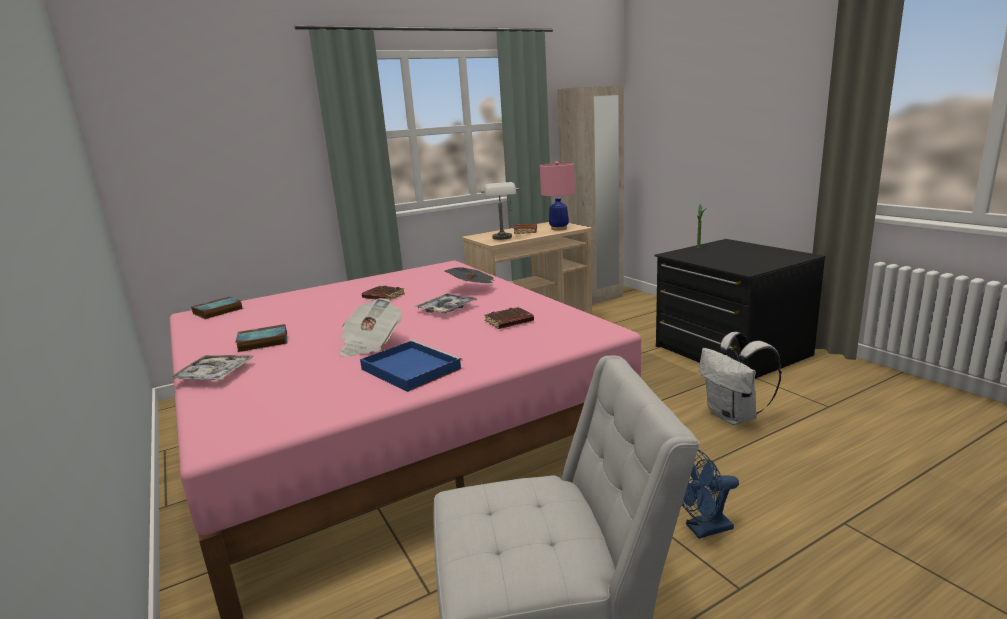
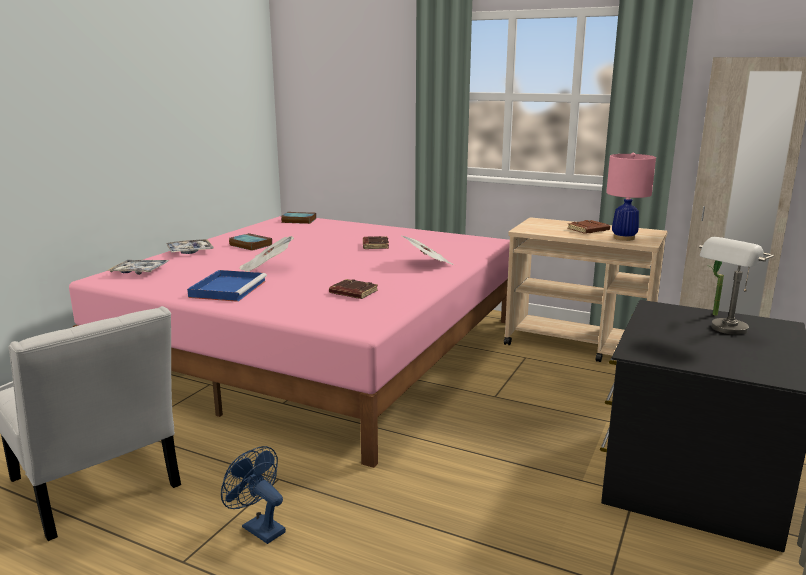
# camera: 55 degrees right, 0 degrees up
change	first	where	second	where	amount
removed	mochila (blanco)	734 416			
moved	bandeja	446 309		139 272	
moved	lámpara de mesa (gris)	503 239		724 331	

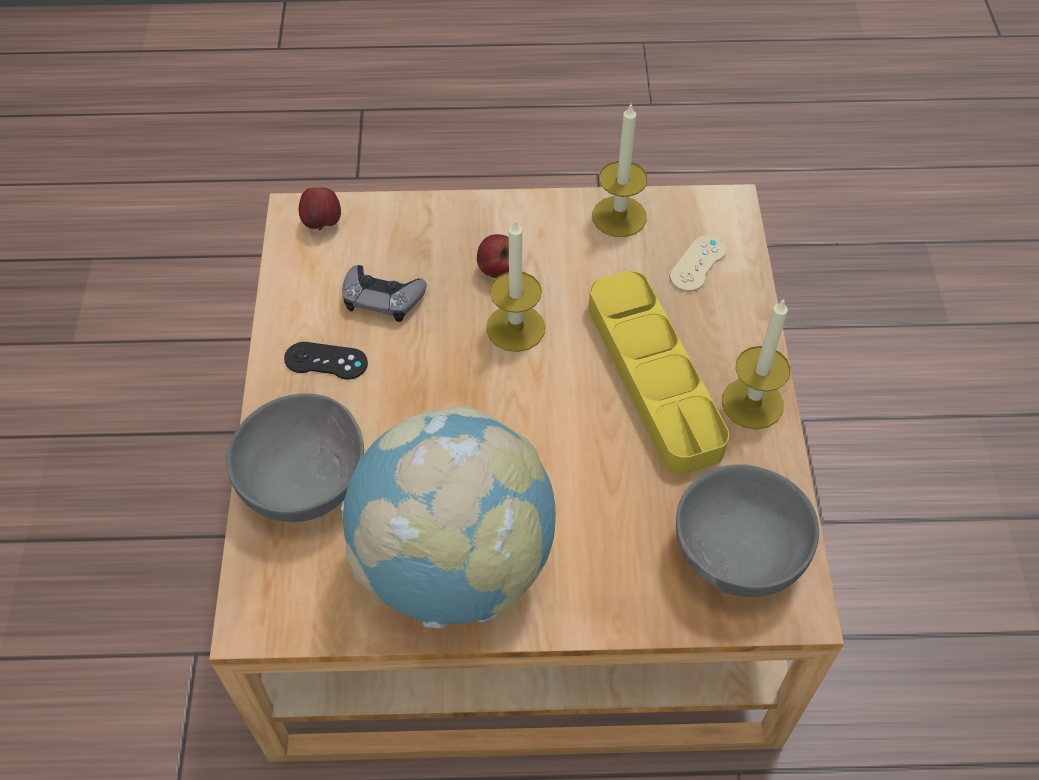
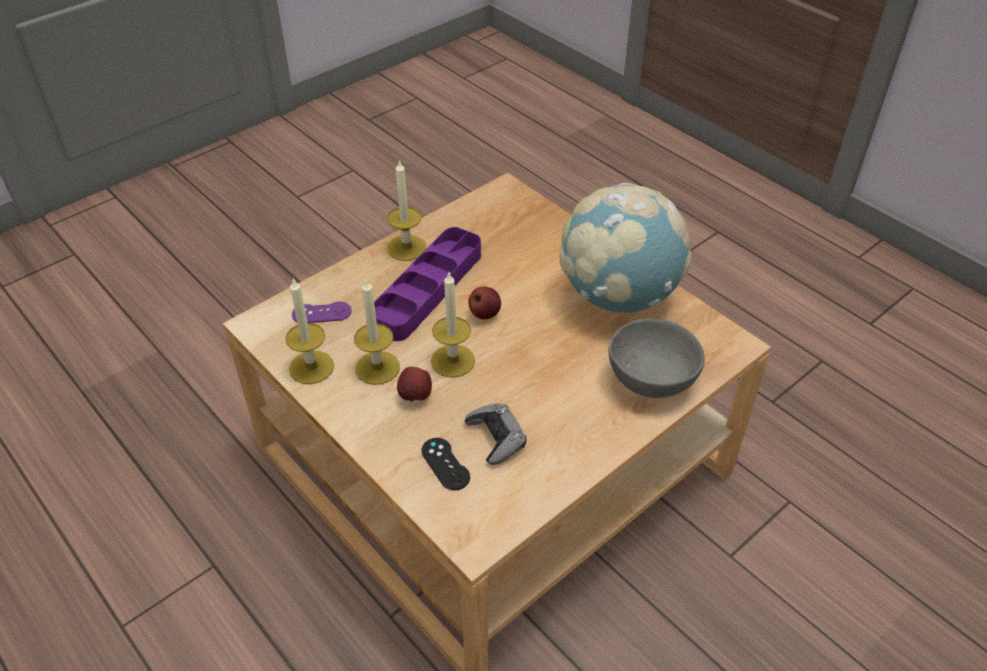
# camera: 130 degrees left, 10 degrees down
change	first	where	second	where	amount
removed	cuenco (gris)	733 554			
added			vela	377 368	
moved	mando de consola (negro)	326 361		445 464	
moved	manzana	322 223		484 314	
recoloured	bandeja (amarillo)	653 376	bandeja (morado)	427 289	
recoloured	mando de consola (beis)	698 263	mando de consola (morado)	321 313	

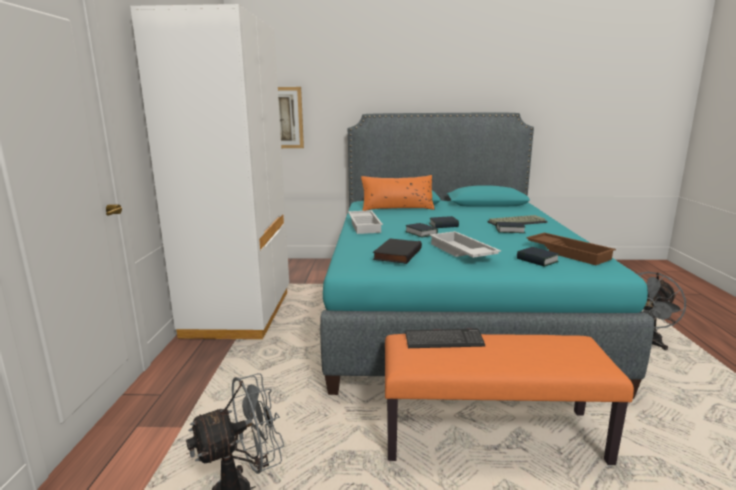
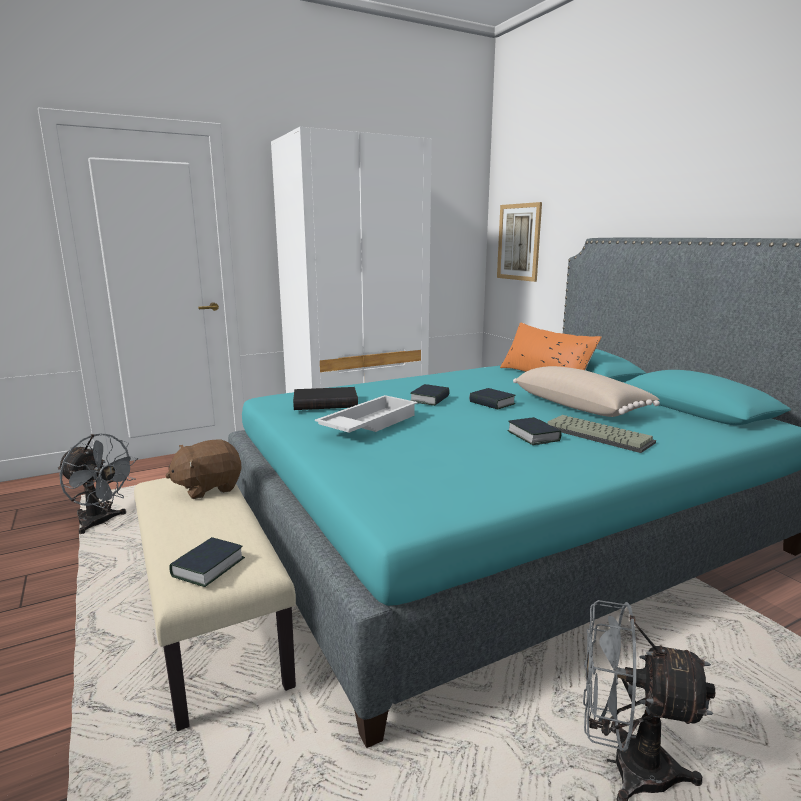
# camera: 60 degrees right, 0 degrees up
change	first	where	second	where	amount
removed	bandeja (blanco)	365 225			
removed	bandeja (marrón)	569 253			
added			cojín (beis)	580 407	
moved	libro	537 260		208 567	
replaced	teclado	444 340	peluche (marrón)	208 487	
recoloured	banco (naranja)	492 434	banco (beis)	213 620	

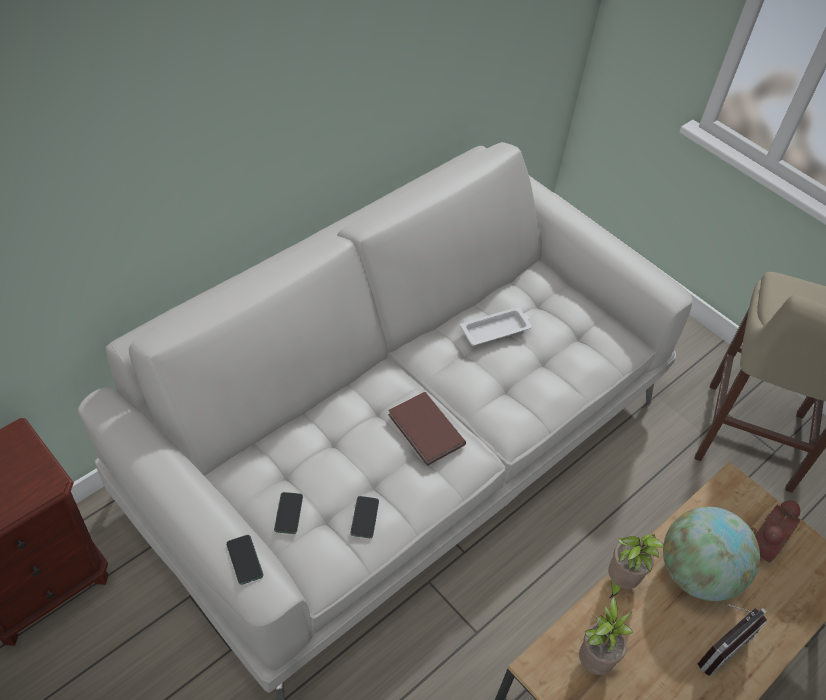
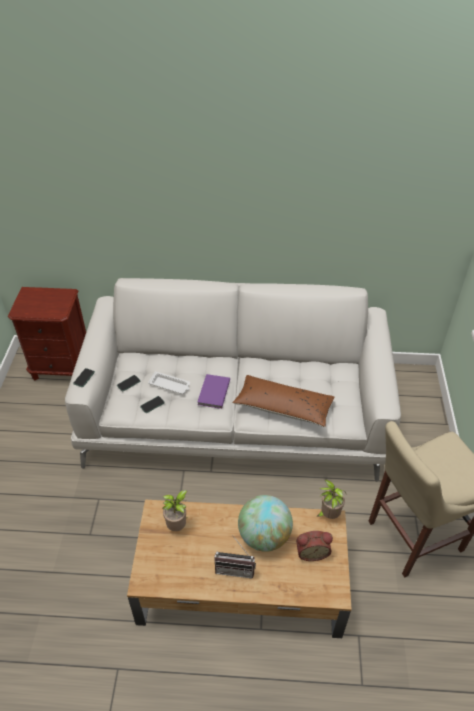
# camera: 50 degrees right, 5 degrees down
change	first	where	second	where	amount
added			cojín (marrón)	283 407	
moved	bandeja (blanco)	496 329		170 385	
moved	planta en maceta	619 581		328 514	
recoloured	libro (marrón)	425 431	libro (morado)	213 392	

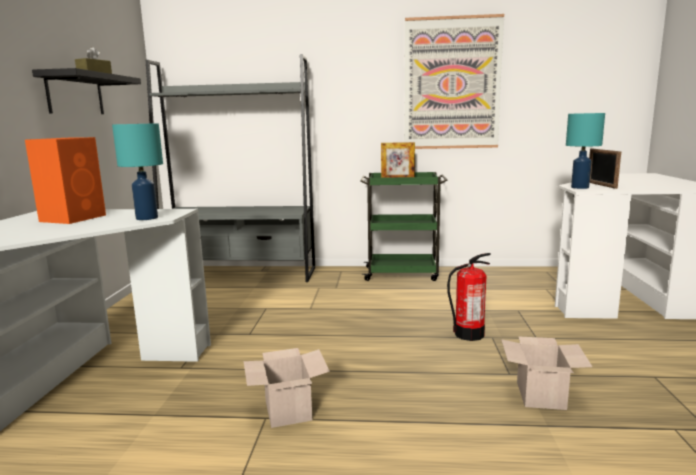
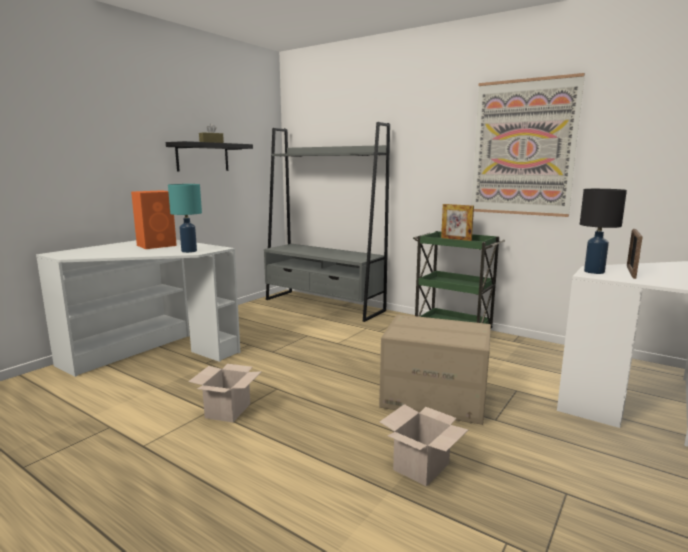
# camera: 30 degrees right, 0 degrees up
change	first	where	second	where	amount
replaced	extintor	468 334	caja de cartón	434 398	
recoloured	lámpara de mesa (turquesa)	580 187	lámpara de mesa (negro)	594 272	

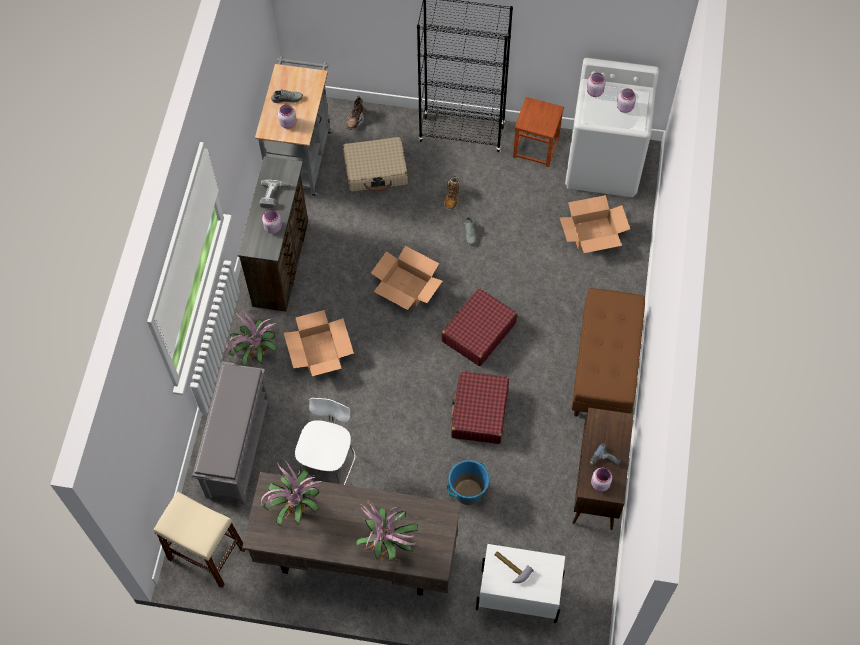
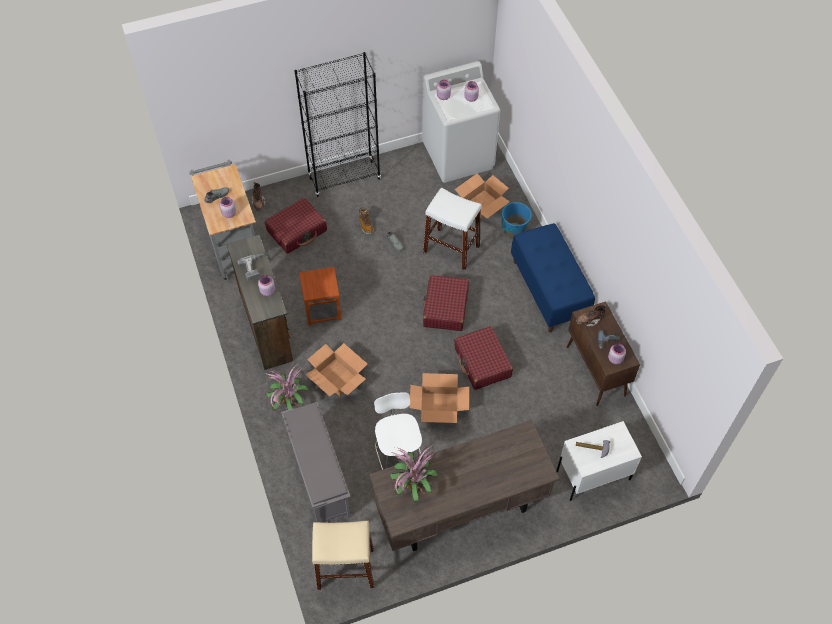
# camera: 30 degrees left, 5 degrees down
change	first	where	second	where	amount
removed	planta en maceta	388 544			
added			taburete (blanco)	451 249	
added			bota (marrón)	589 320	
moved	caja de cartón	407 286		439 405	
moved	cubo (azul)	467 492		514 230	
moved	taburete (marrón)	536 147		322 308	
recoloured	maleta (beis)	376 170	maleta (rojo)	297 231	
recoloured	banco (marrón)	605 368	banco (azul)	549 290	

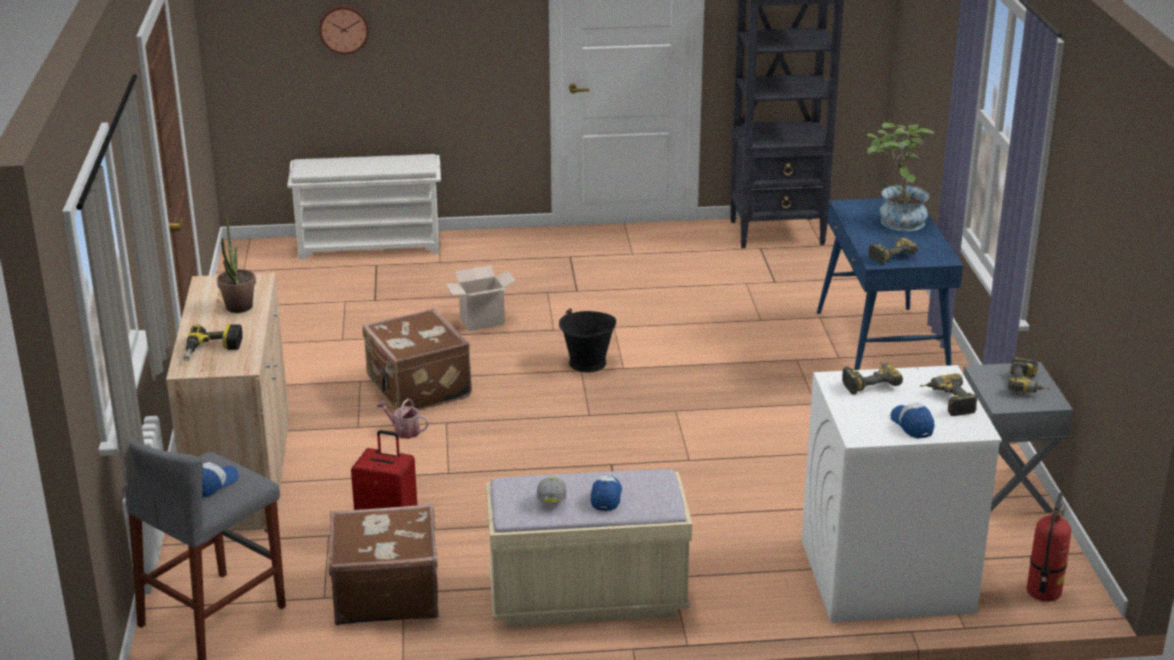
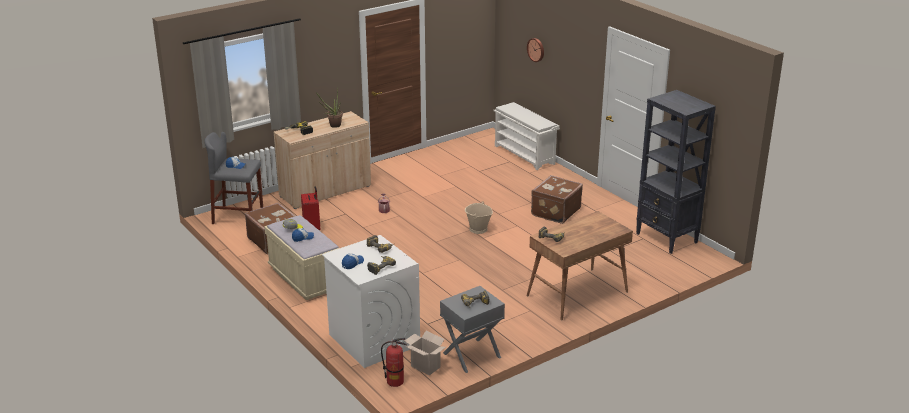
# camera: 60 degrees right, 0 degrees up
change	first	where	second	where	amount
removed	planta en maceta	895 220			
moved	maleta (marrón)	417 388		555 212	
moved	caja de cartón	481 322		424 367	
recoloured	cubo (negro)	587 363	cubo (beis)	478 229	
recoloured	escritorio (azul)	882 347	escritorio (marrón)	577 294	

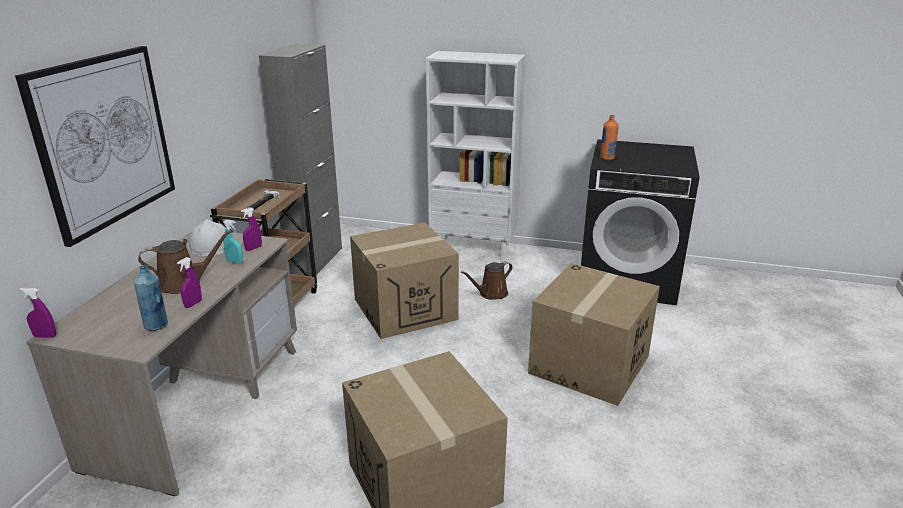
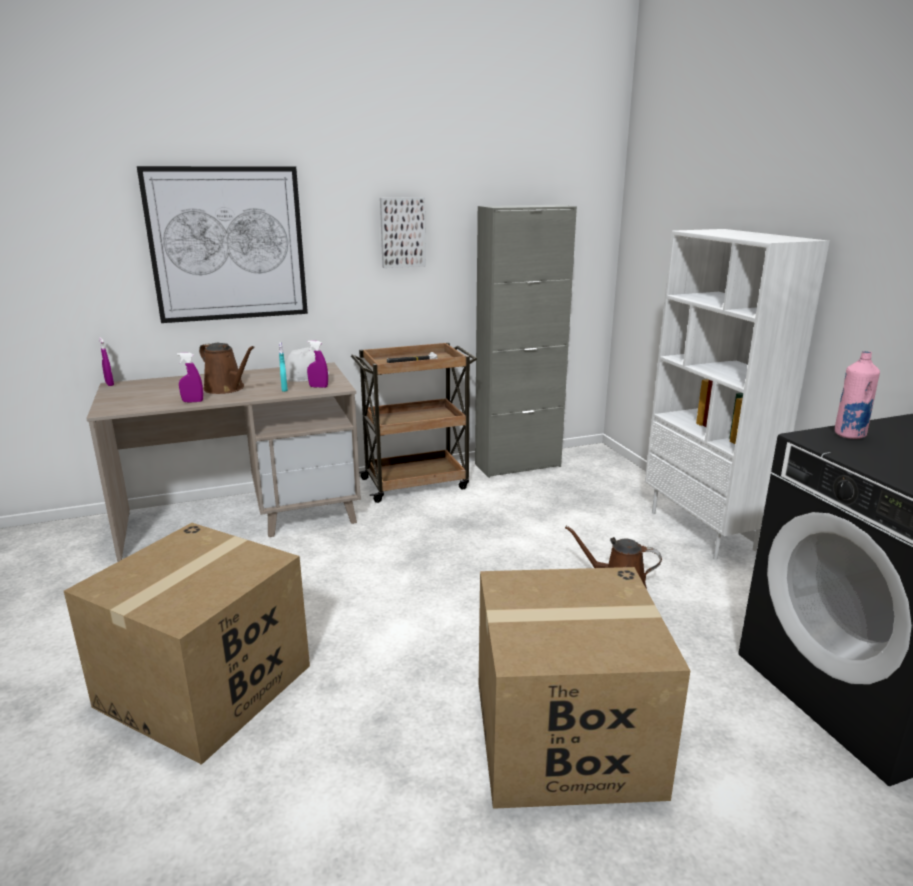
# camera: 55 degrees right, 5 degrees down
change	first	where	second	where	amount
removed	botella (azul)	156 325			
removed	caja de cartón	405 309			
added			cuadro	402 232	
recoloured	botella (naranja)	607 158	botella (rosa)	849 435	

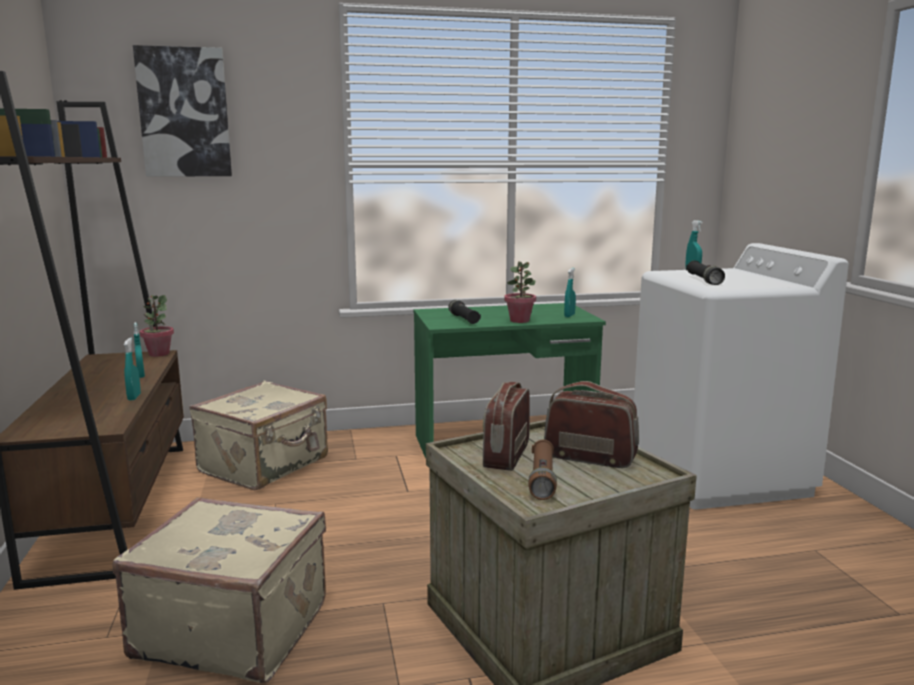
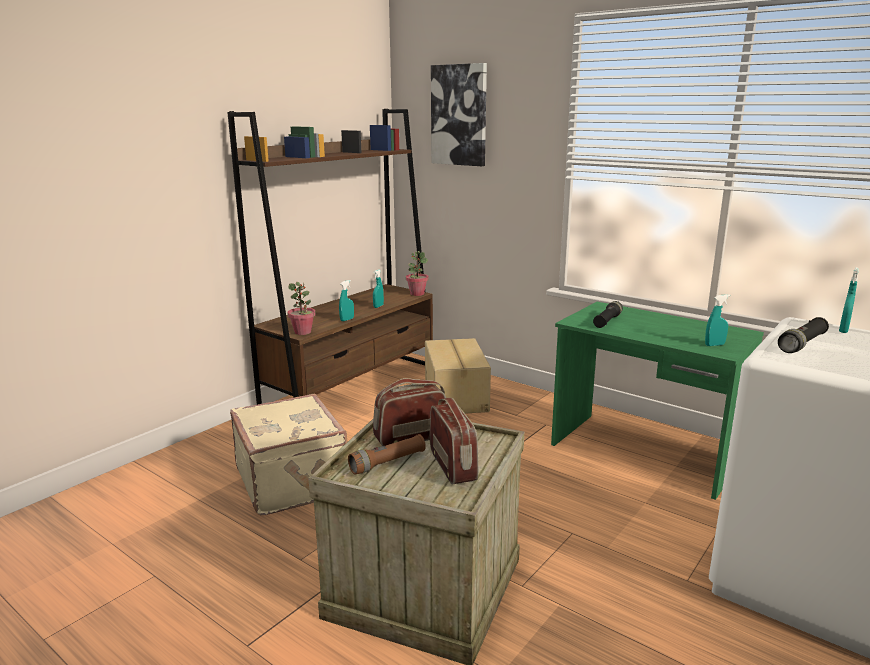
# camera: 50 degrees right, 5 degrees up
change	first	where	second	where	amount
moved	planta en maceta	520 320		303 332	
replaced	maleta (beis)	266 465	caja de cartón	456 395	

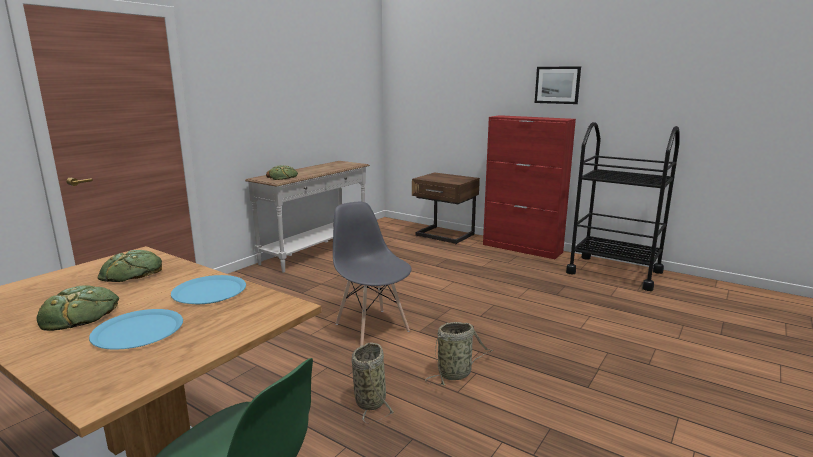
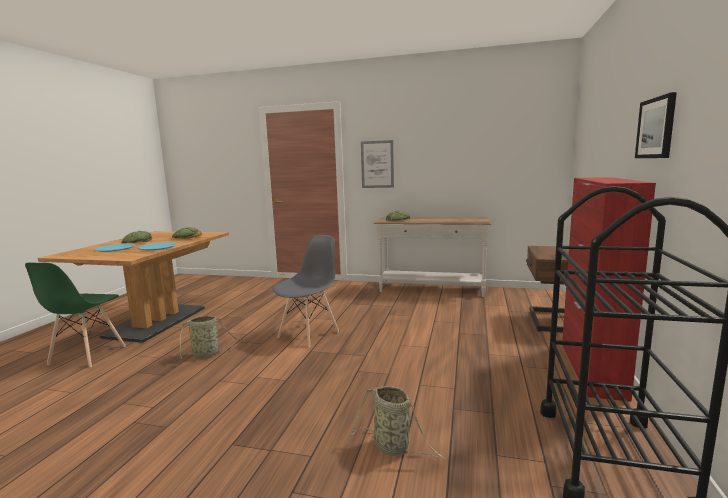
# camera: 70 degrees right, 5 degrees down
change	first	where	second	where	amount
added			cuadro	377 164	
moved	cesta	456 373		394 447	

